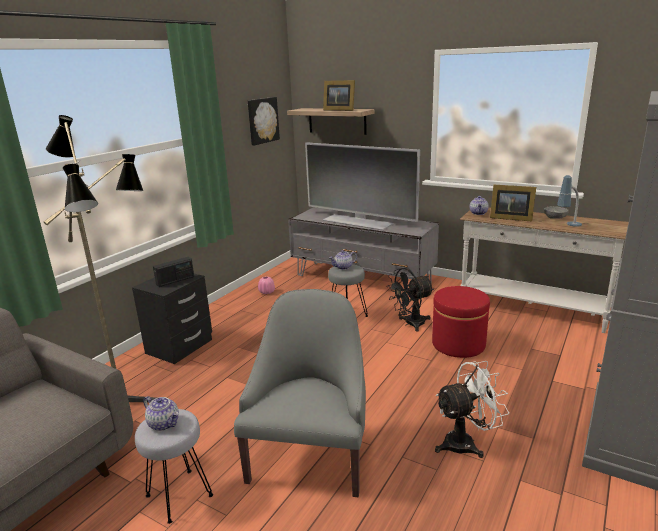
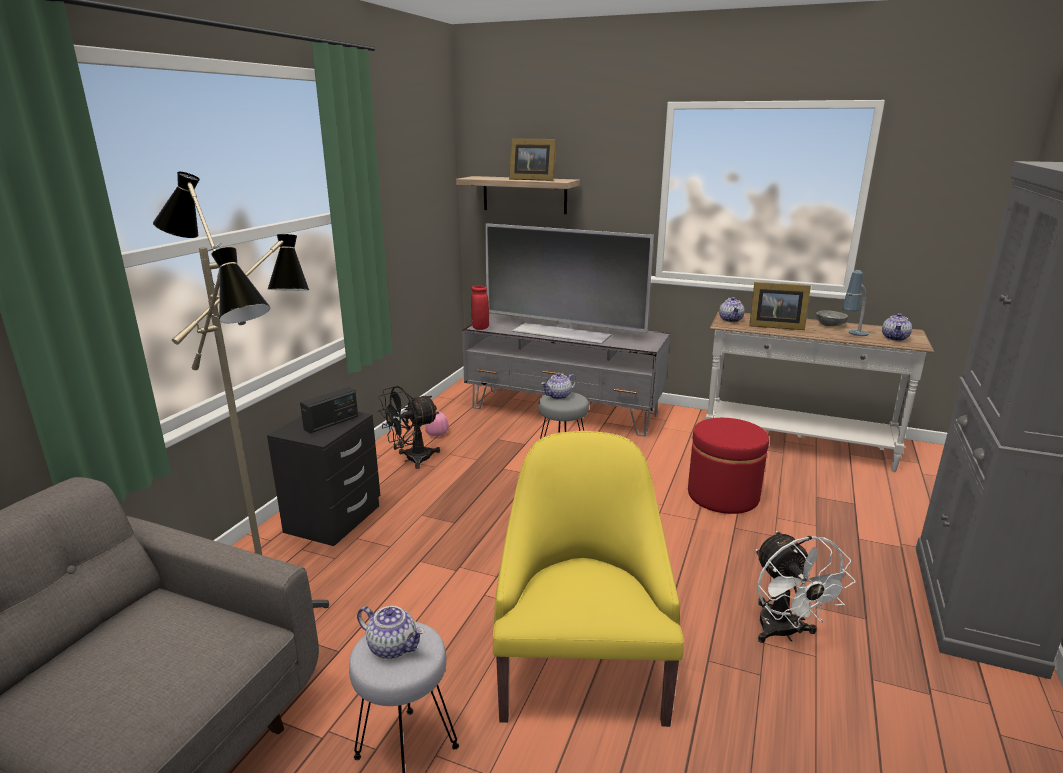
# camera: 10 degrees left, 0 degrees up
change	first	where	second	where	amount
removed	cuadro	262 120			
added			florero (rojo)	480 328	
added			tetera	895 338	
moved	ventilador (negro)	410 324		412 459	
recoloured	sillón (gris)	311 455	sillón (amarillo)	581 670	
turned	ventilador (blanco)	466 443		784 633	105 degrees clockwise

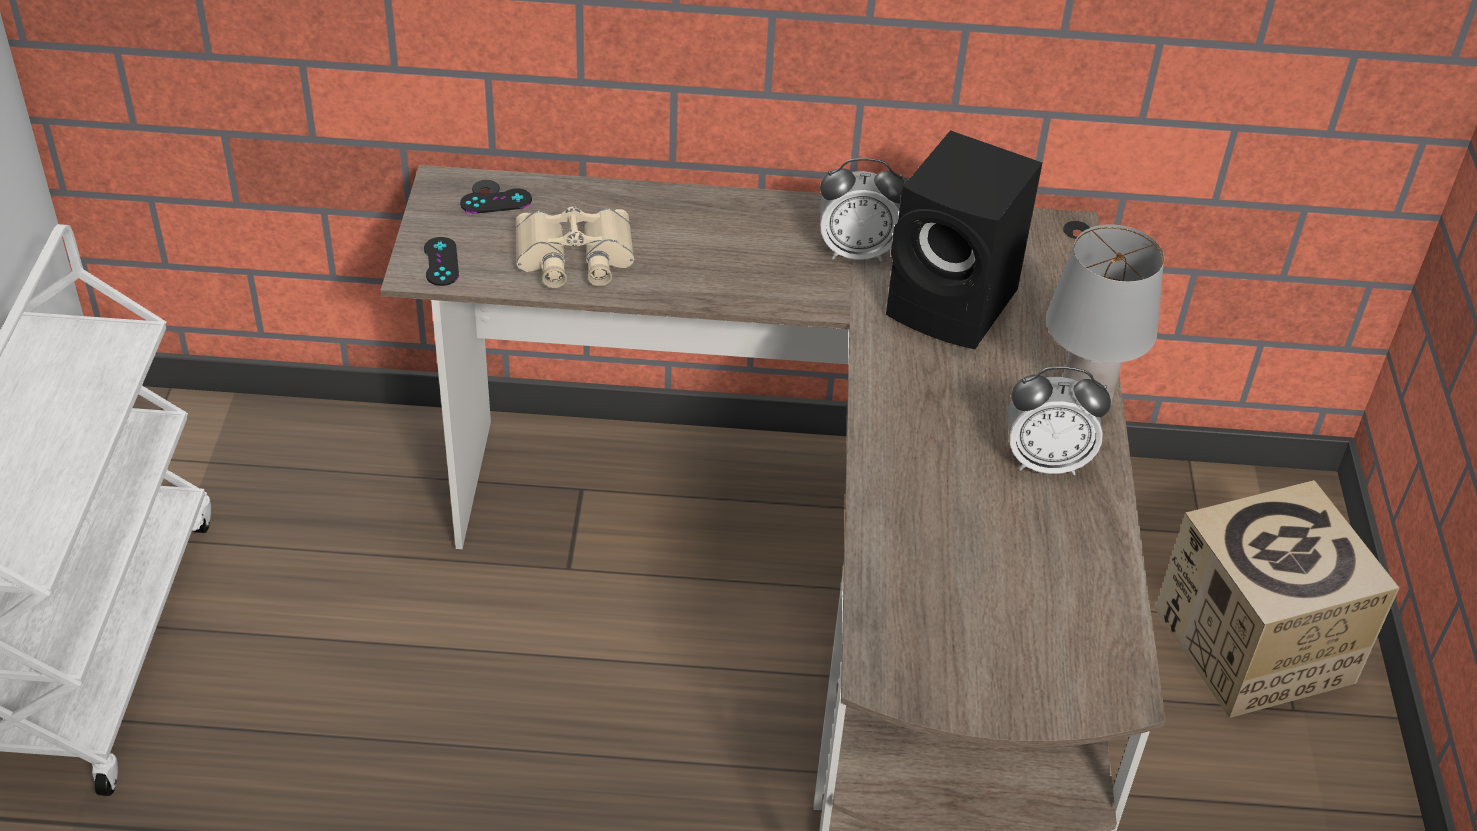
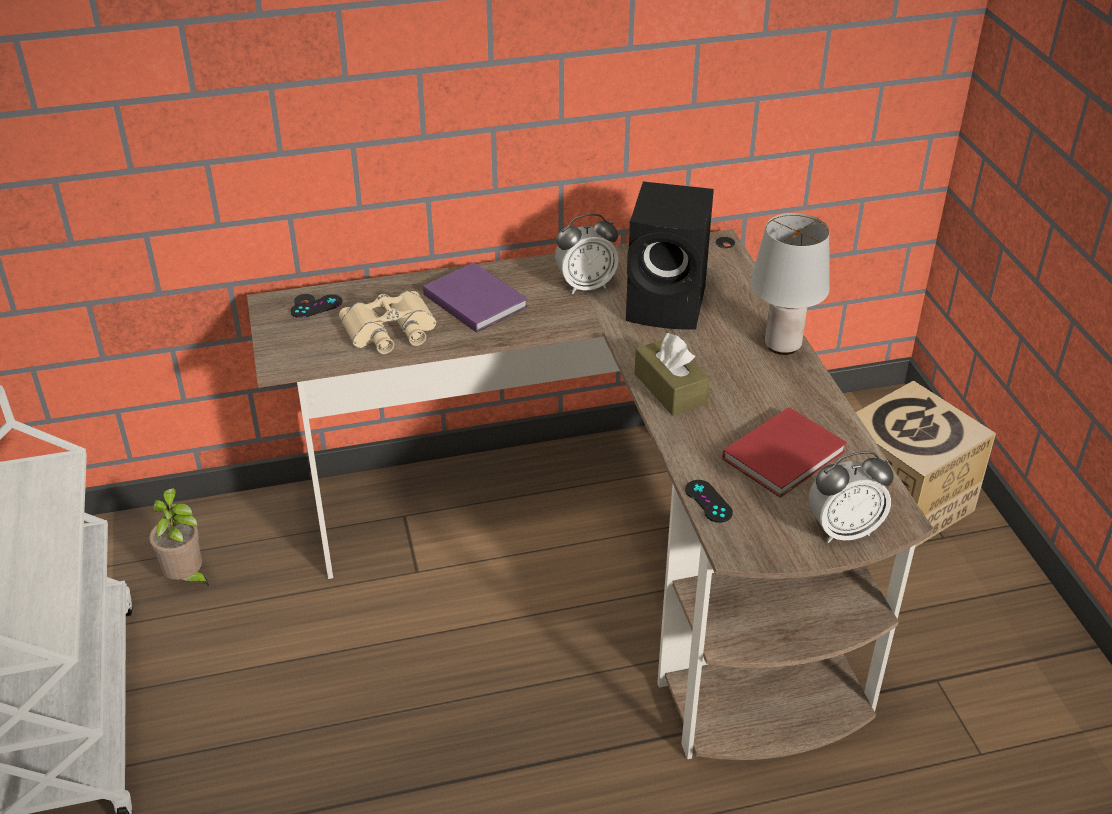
# camera: 15 degrees left, 5 degrees down
change	first	where	second	where	amount
added			planta en maceta	187 579	
added			libro (morado)	475 299	
added			caja de pañuelos (marrón)	670 389	
added			libro (rojo)	787 455	
moved	mando de consola (negro)	441 262		708 501	
moved	despertador	1046 461		843 530	

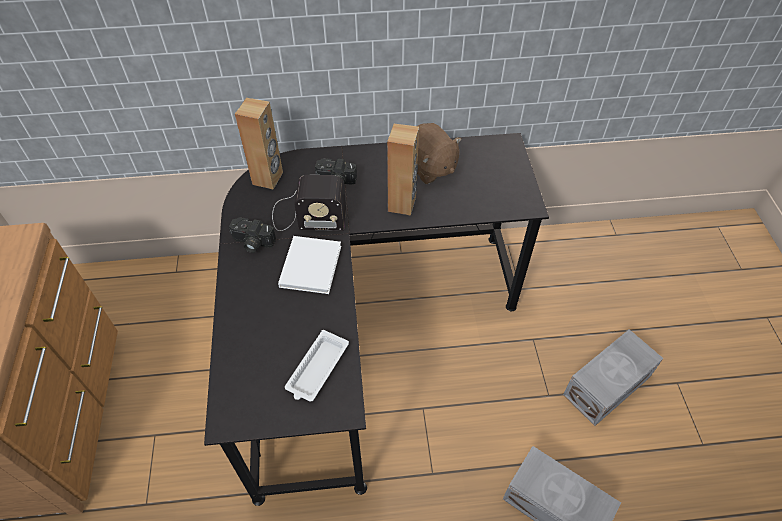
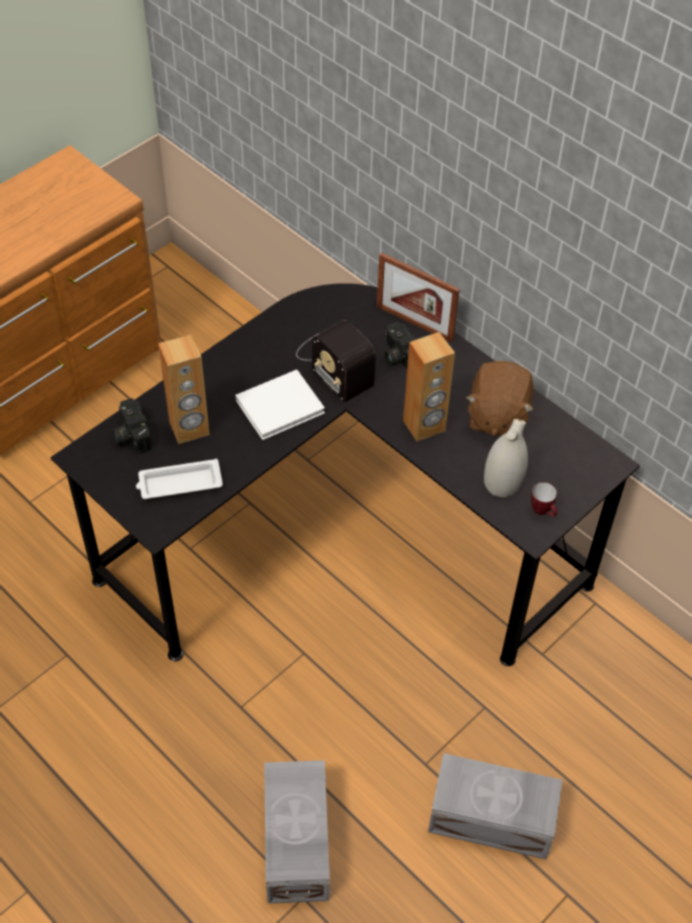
# camera: 50 degrees right, 0 degrees up
change	first	where	second	where	amount
added			portarretratos	414 323	
added			florero (blanco)	503 483	
added			taza grande	543 512	
moved	cámara	252 242		130 434	
moved	altavoz (marrón)	268 178		189 429	

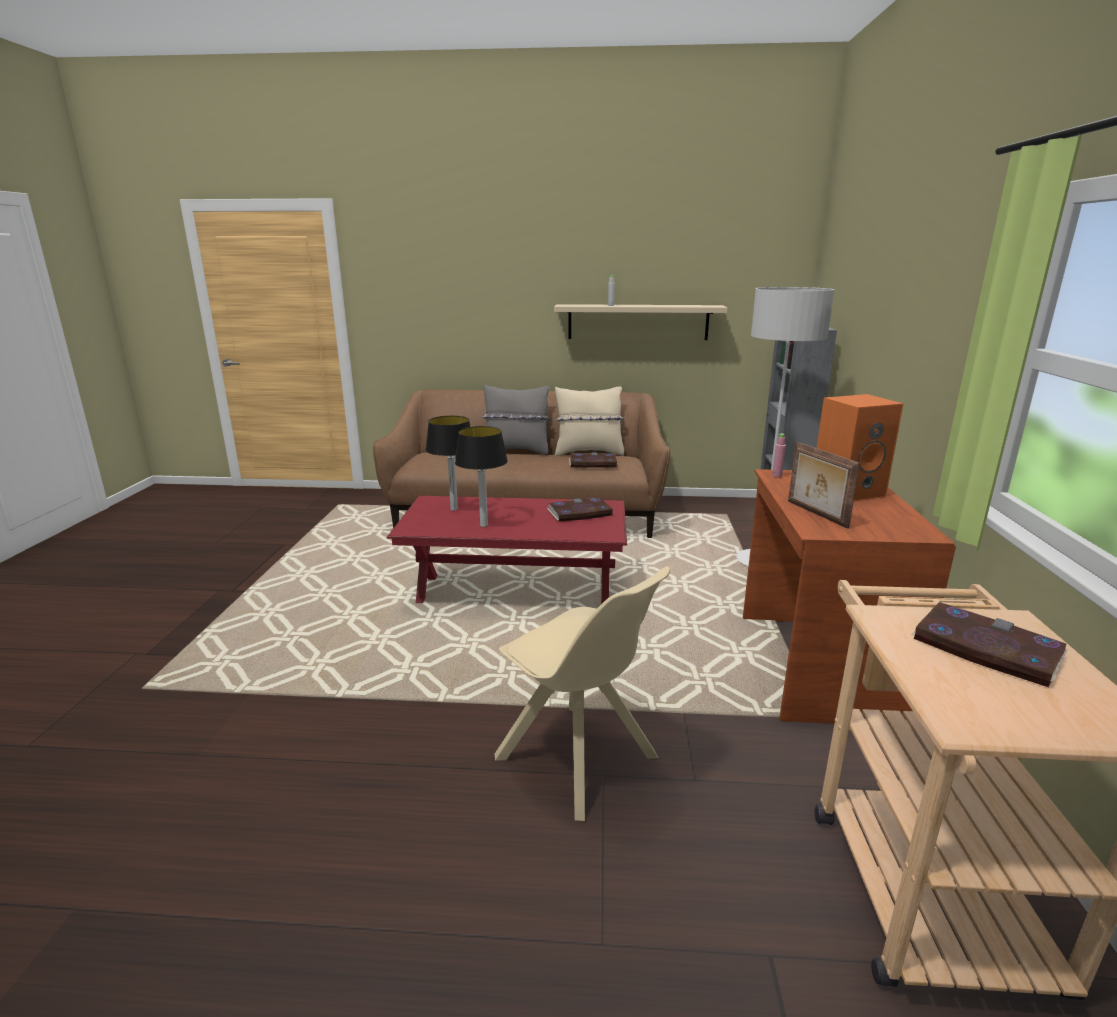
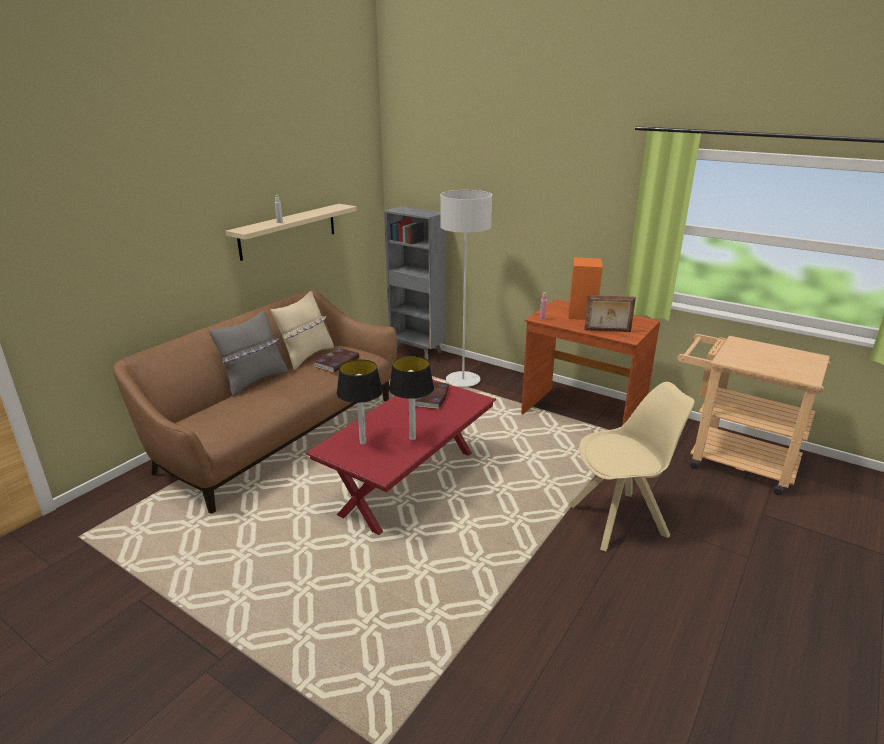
# camera: 60 degrees left, 5 degrees up
change	first	where	second	where	amount
removed	libro	985 648			

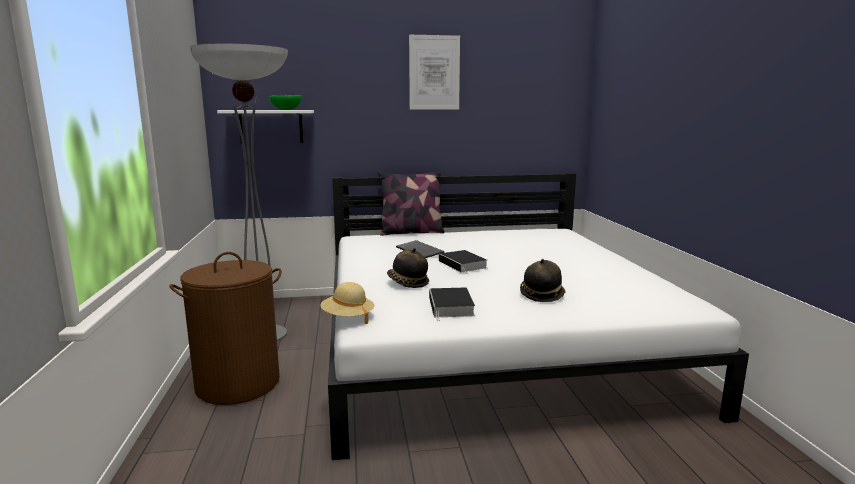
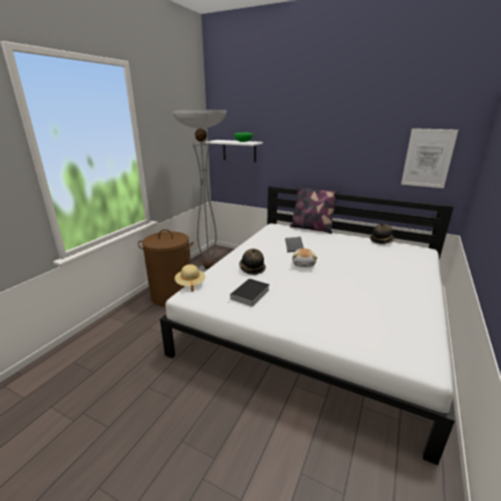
# camera: 35 degrees right, 10 degrees up
change	first	where	second	where	amount
moved	cuadro	434 72		427 158	
moved	sombrero	541 295		381 240	
replaced	libro	464 265	peluche	304 264	

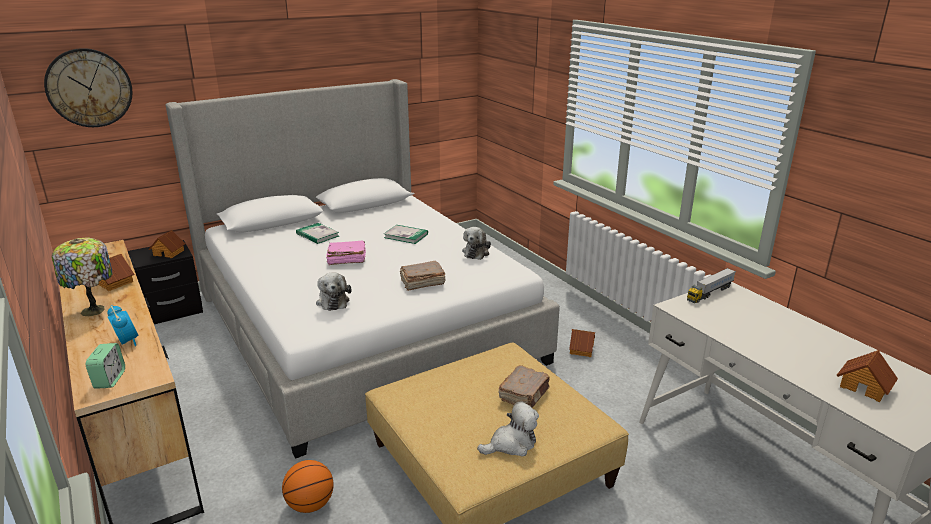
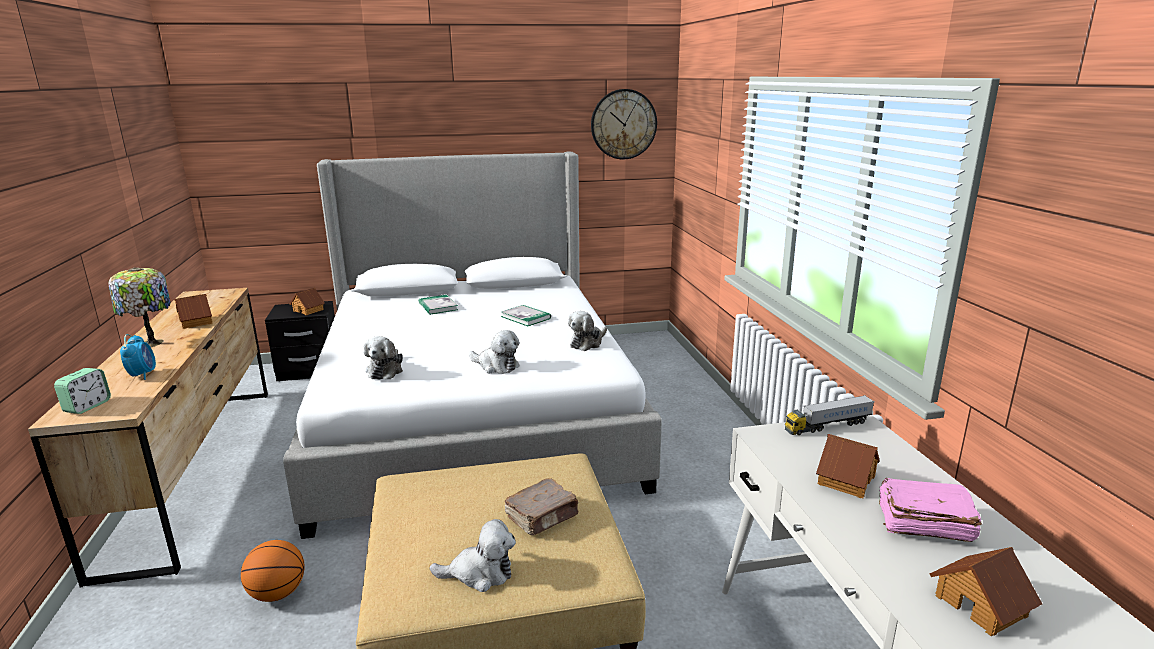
# camera: 20 degrees right, 5 degrees down
change	first	where	second	where	amount
moved	reloj de pared	89 88		623 124	
moved	libro (rosa)	346 260		922 523	
moved	casita	581 349		845 479	
replaced	libro (marrón)	422 283	peluche	496 366	

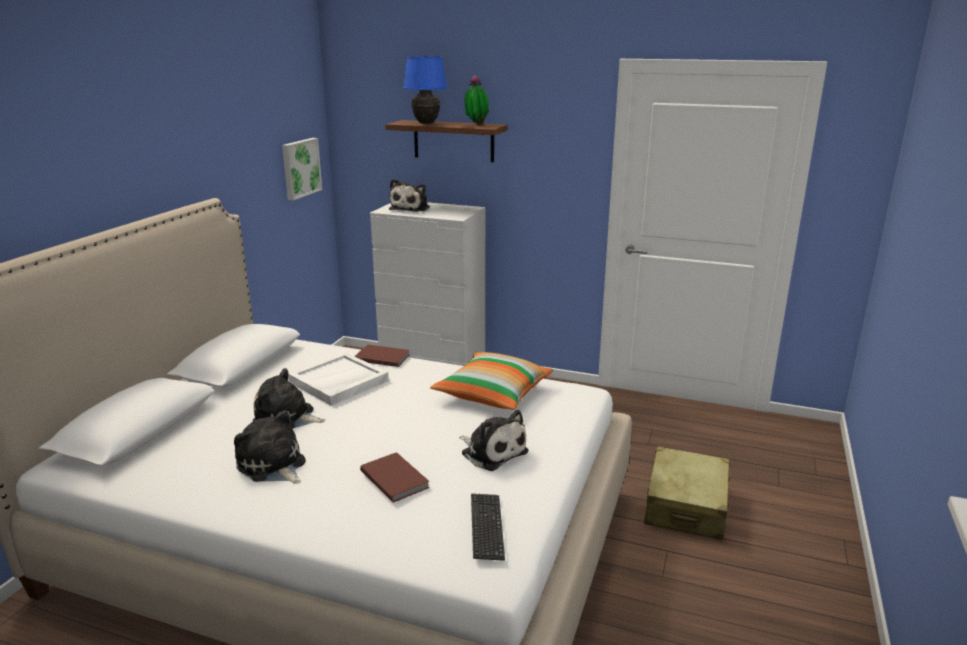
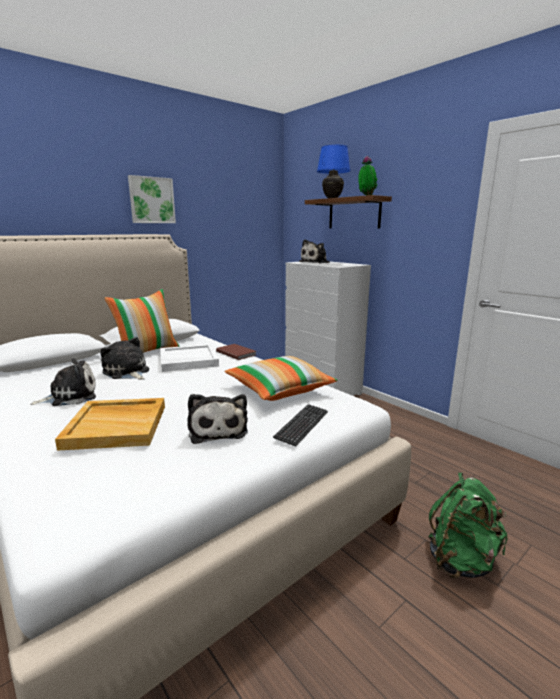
# camera: 30 degrees right, 5 degrees down
change	first	where	second	where	amount
added			cojín	147 352	
moved	cuadro	300 168		151 200	
moved	teclado	486 527		302 425	
replaced	libro (marrón)	395 478	bandeja (beis)	117 426	
replaced	maleta (beis)	686 506	mochila (verde)	461 560	
turned	peluche	272 466		70 396	75 degrees clockwise

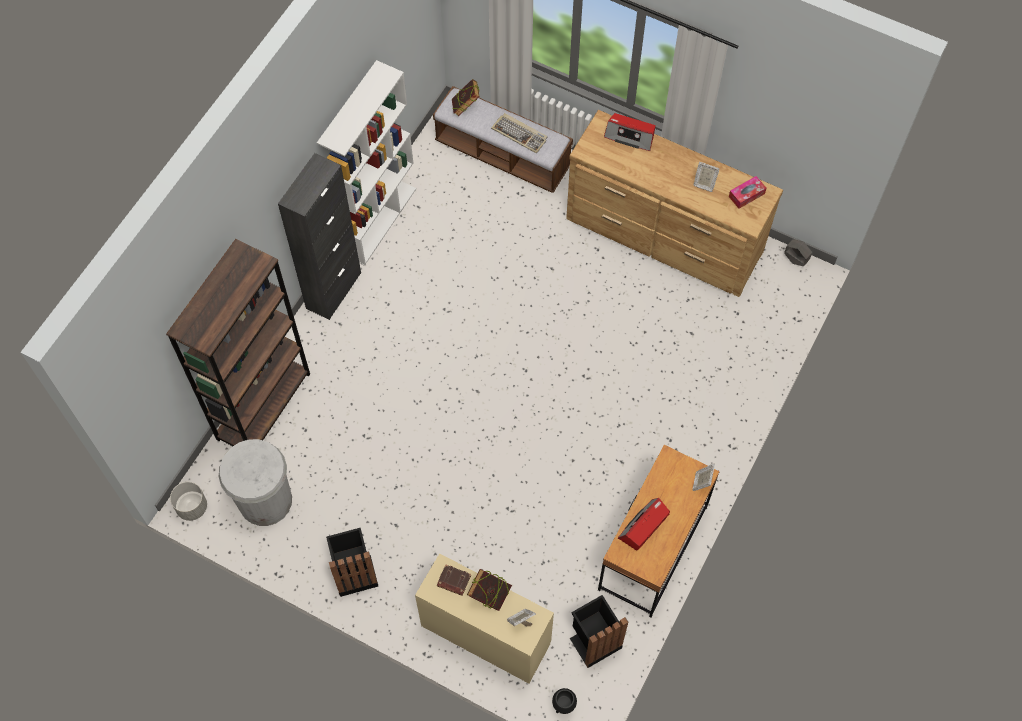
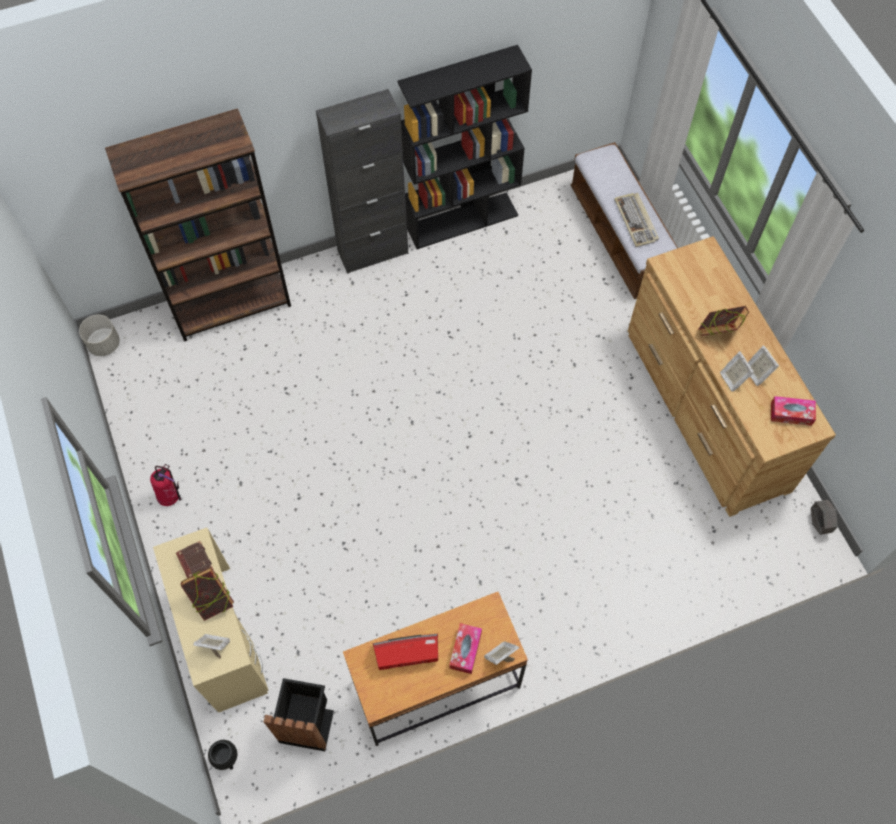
# camera: 40 degrees right, 0 degrees up
change	first	where	second	where	amount
removed	papelera (blanco)	265 500			
removed	radio	630 136			
added			caja de pañuelos	465 650	
added			portarretratos	732 379	
moved	libro	465 107		718 331	
replaced	papelera (negro)	354 573	extintor	171 496	
recoloured	estantería (blanco)	378 220	estantería (negro)	462 220	

